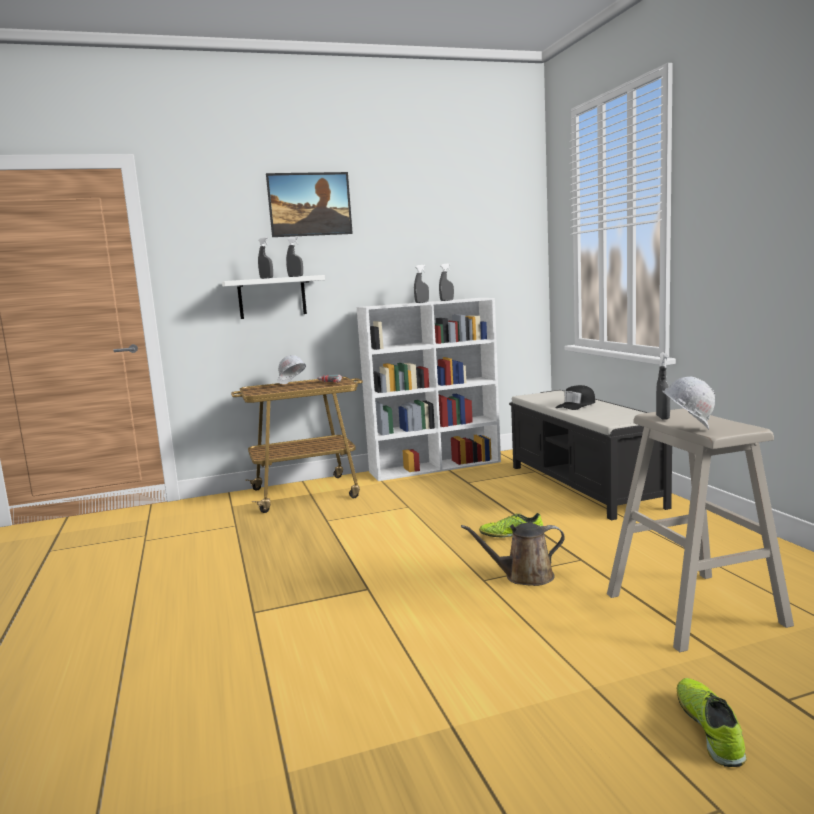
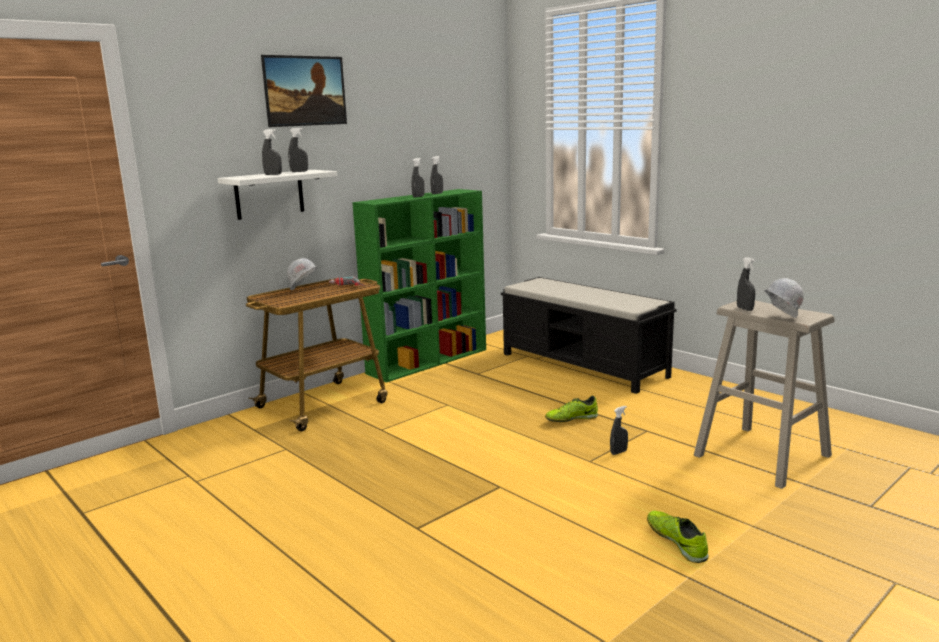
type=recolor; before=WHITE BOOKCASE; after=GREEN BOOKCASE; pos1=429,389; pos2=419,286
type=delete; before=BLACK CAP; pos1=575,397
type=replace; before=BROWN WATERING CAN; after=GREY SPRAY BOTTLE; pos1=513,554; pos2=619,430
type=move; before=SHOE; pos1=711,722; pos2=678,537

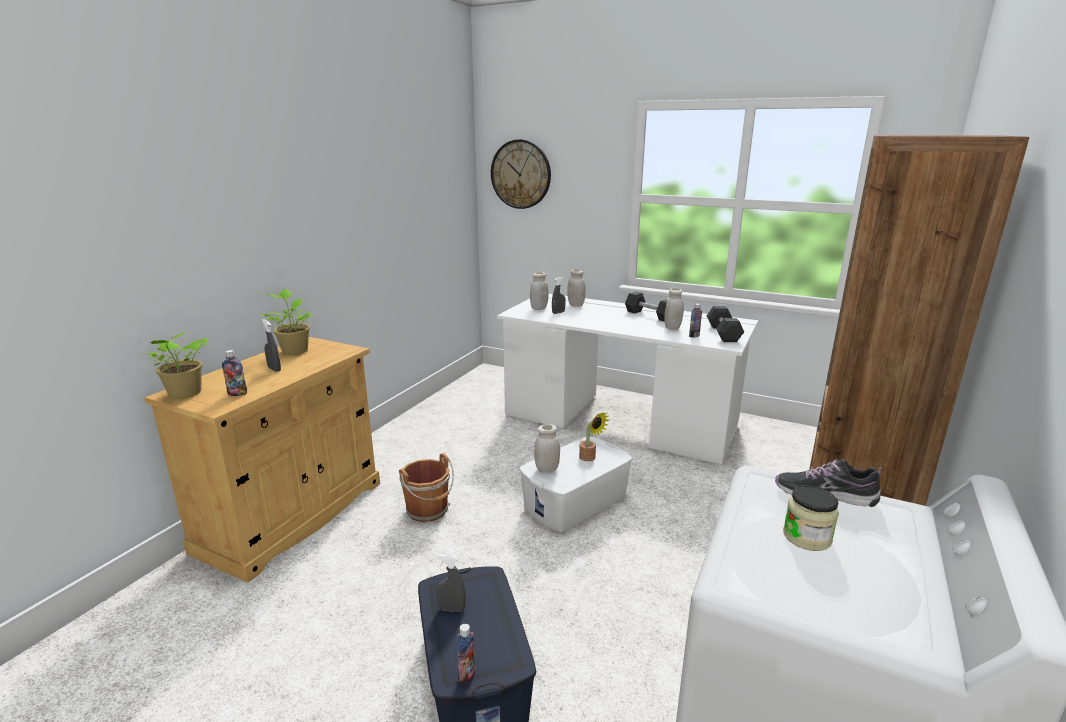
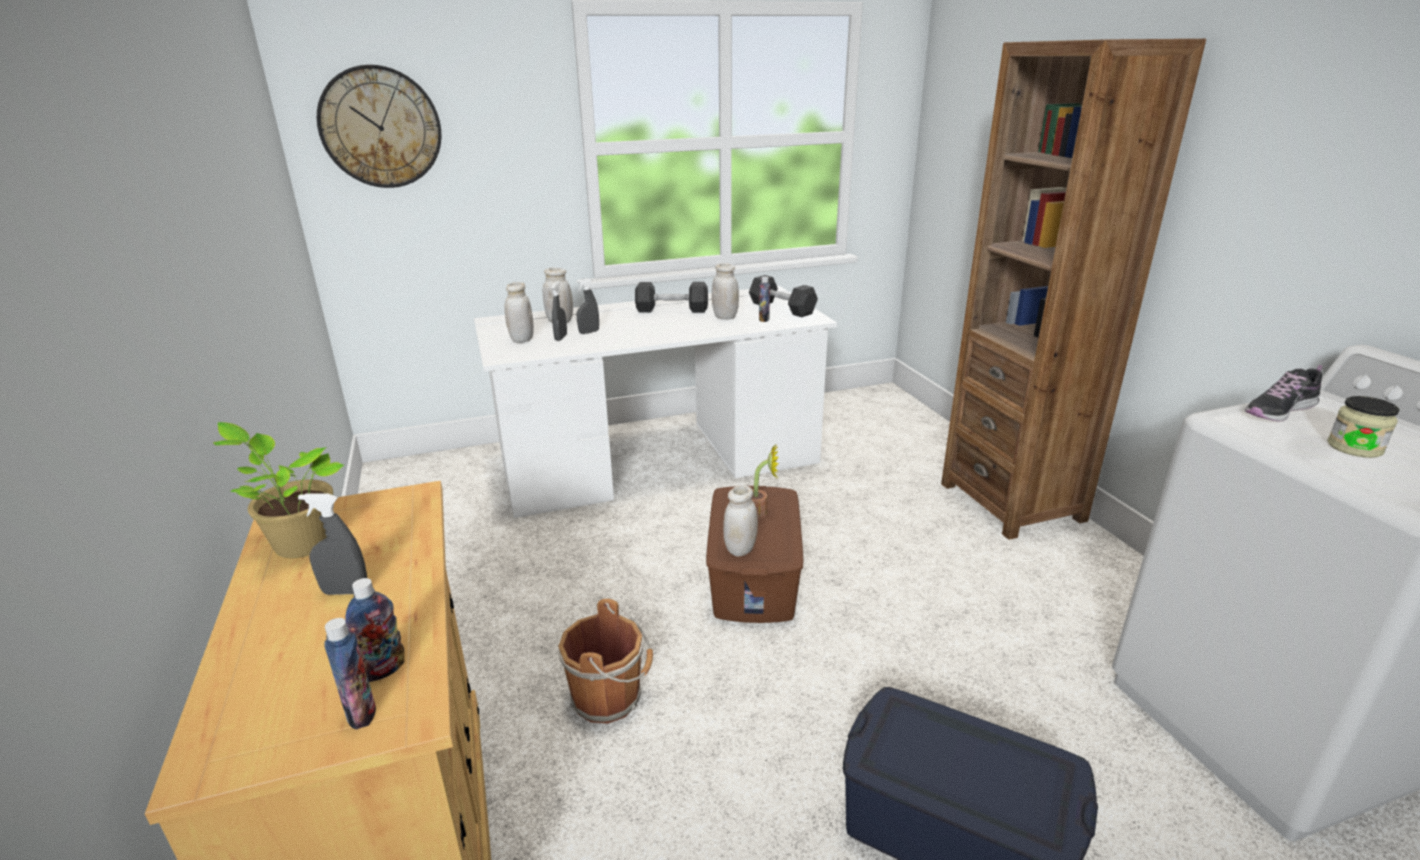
type=delete; before=POTTED PLANT; pos1=177,365
type=recolor; before=WHITE STORAGE BOX; after=BROWN STORAGE BOX; pos1=576,484; pos2=754,554
type=move; before=GREY SPRAY BOTTLE; pos1=451,583; pos2=587,306
type=move; before=BOTTLE; pos1=466,654; pos2=350,674

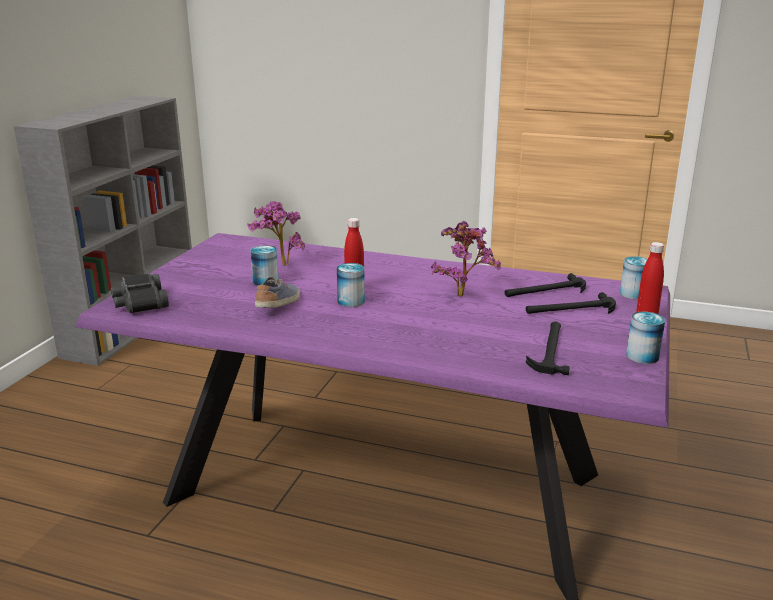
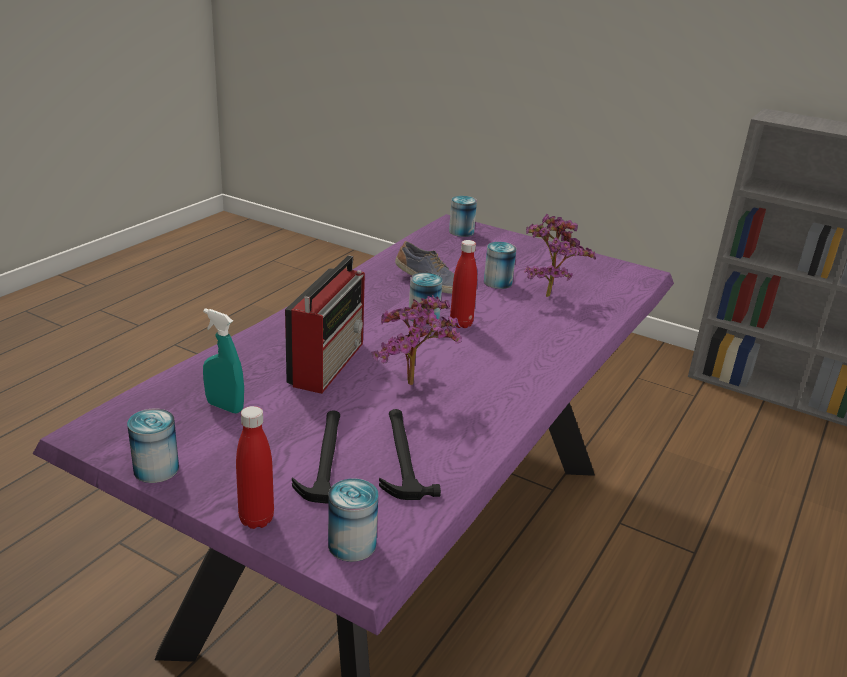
type=replace; before=BLACK BINOCULARS; after=CAN; pos1=140,293; pos2=463,216
type=replace; before=HAMMER; after=TURQUOISE SPRAY BOTTLE; pos1=548,348; pos2=223,360
type=insert; after=RADIO; pos2=325,325

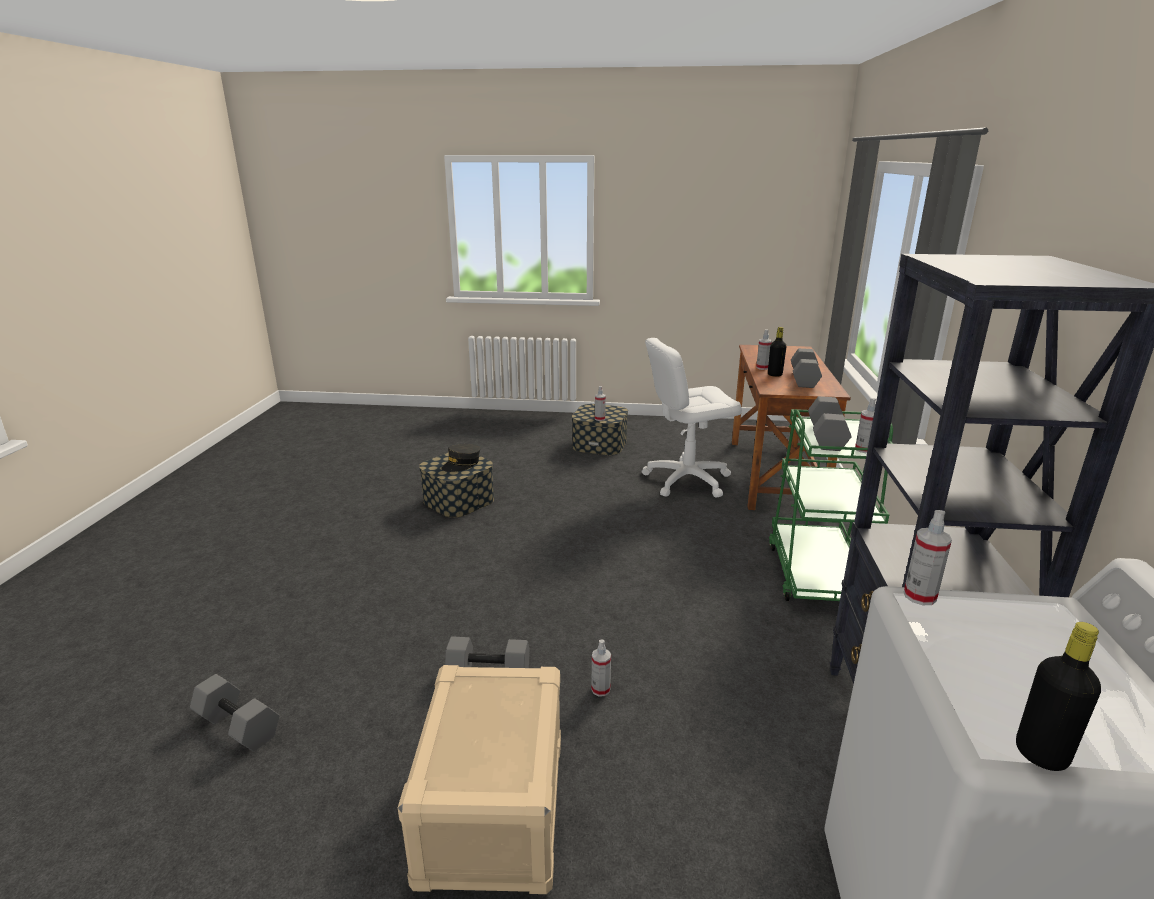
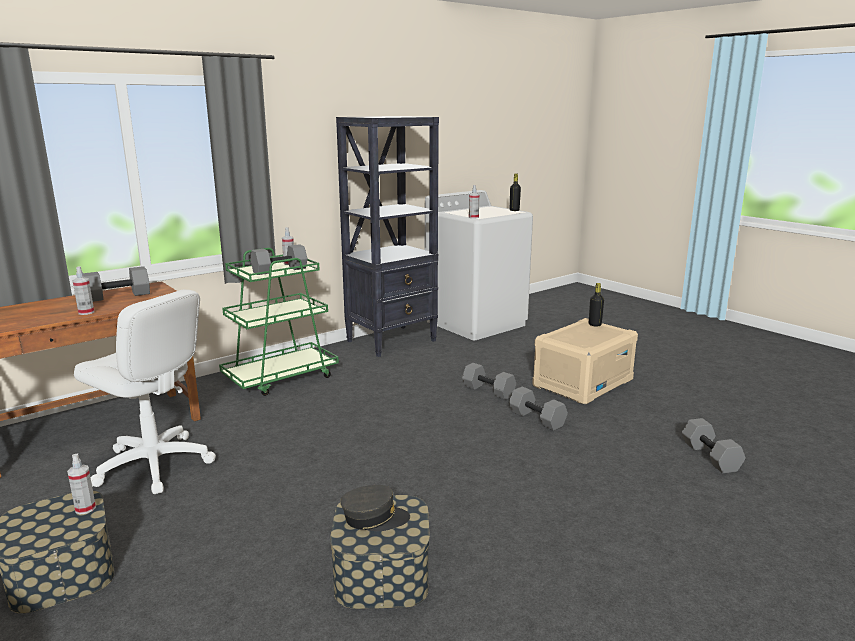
type=move; before=BLACK BOTTLE; pos1=777,352; pos2=596,305
type=replace; before=SPRAY BOTTLE; after=GREY DUMBBELL; pos1=601,668; pos2=489,381

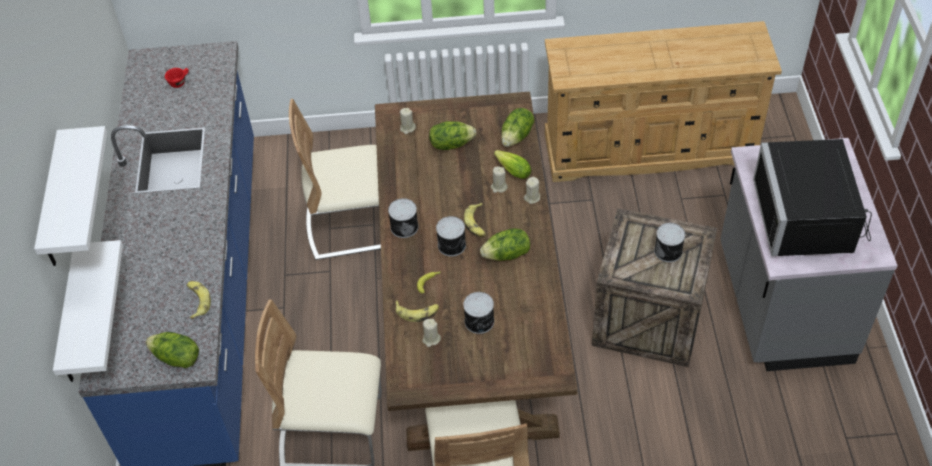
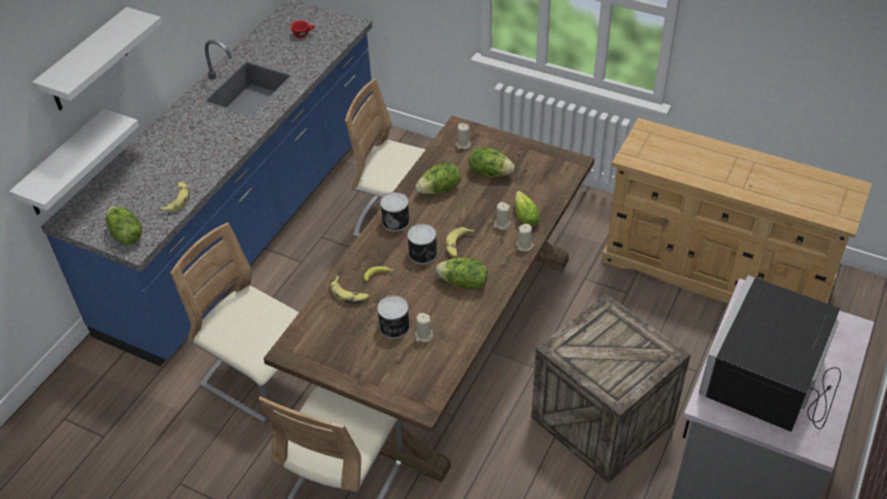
type=move; before=LETTUCE; pos1=517,127; pos2=438,178
type=delete; before=CAN; pos1=669,242
type=move; before=BEIGE CANDLE; pos1=431,333; pos2=424,328

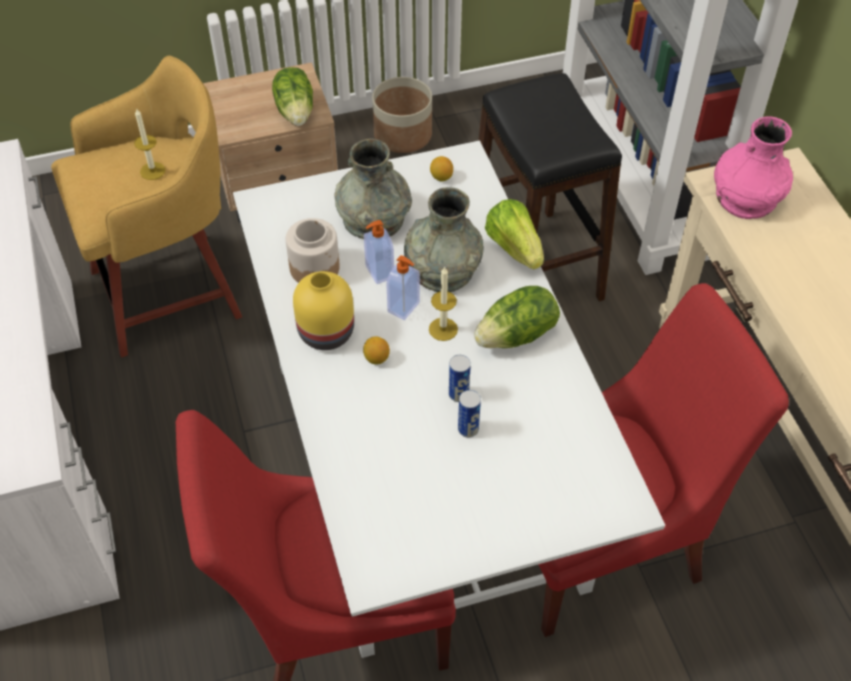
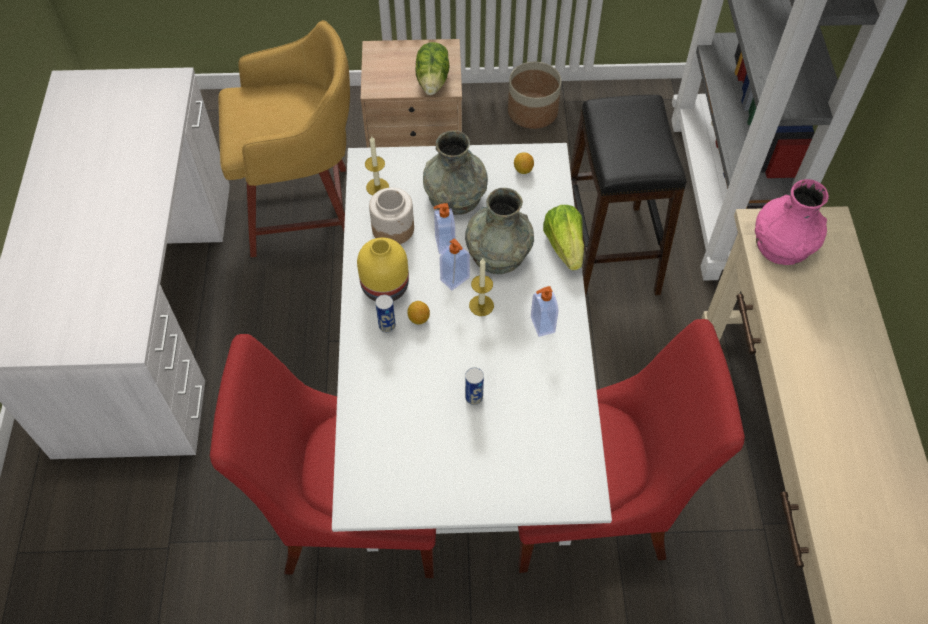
type=move; before=CANDLE; pos1=150,144; pos2=377,166
type=replace; before=LETTUCE; after=SOAP DISPENSER; pos1=517,317; pos2=544,311
type=move; before=CAN; pos1=460,378; pos2=385,313

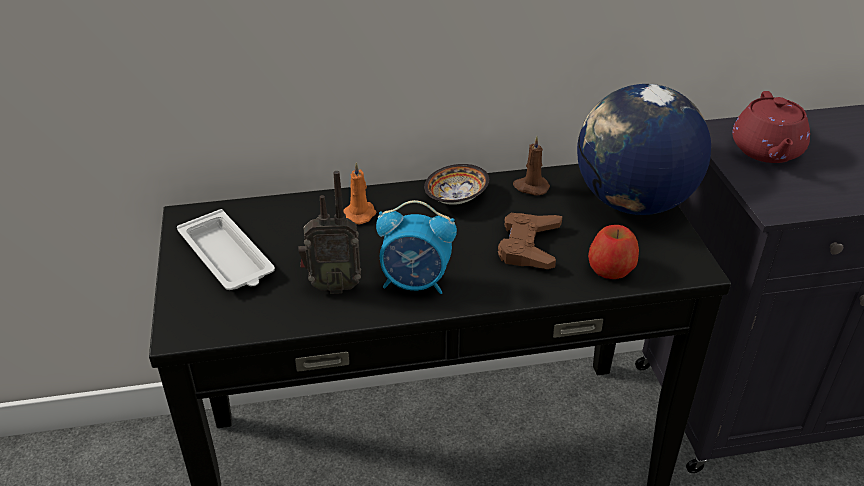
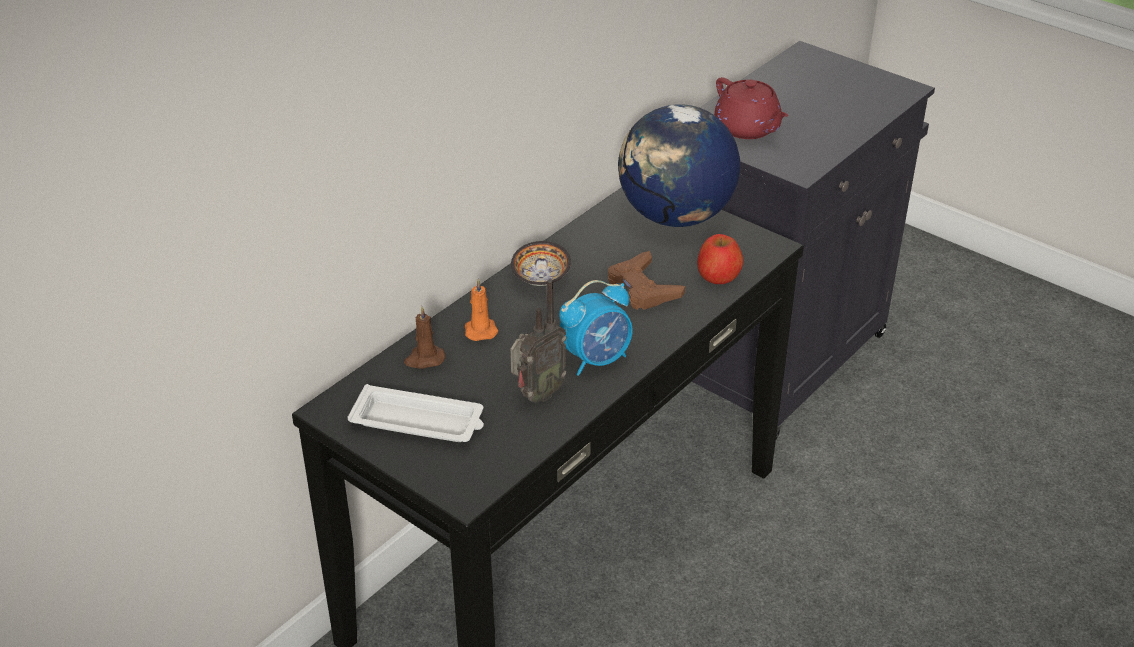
type=move; before=BROWN CANDLE; pos1=531,165; pos2=424,337

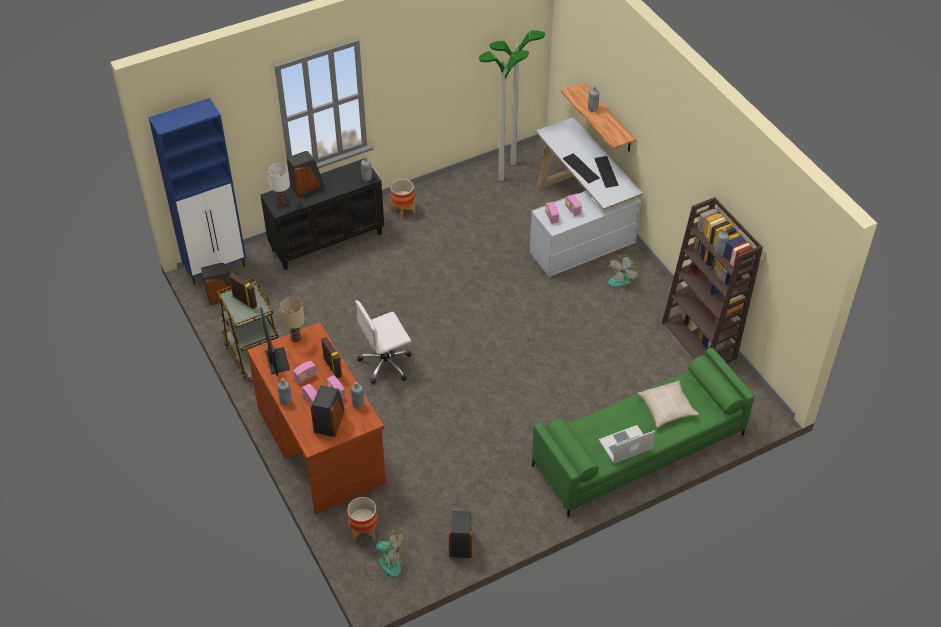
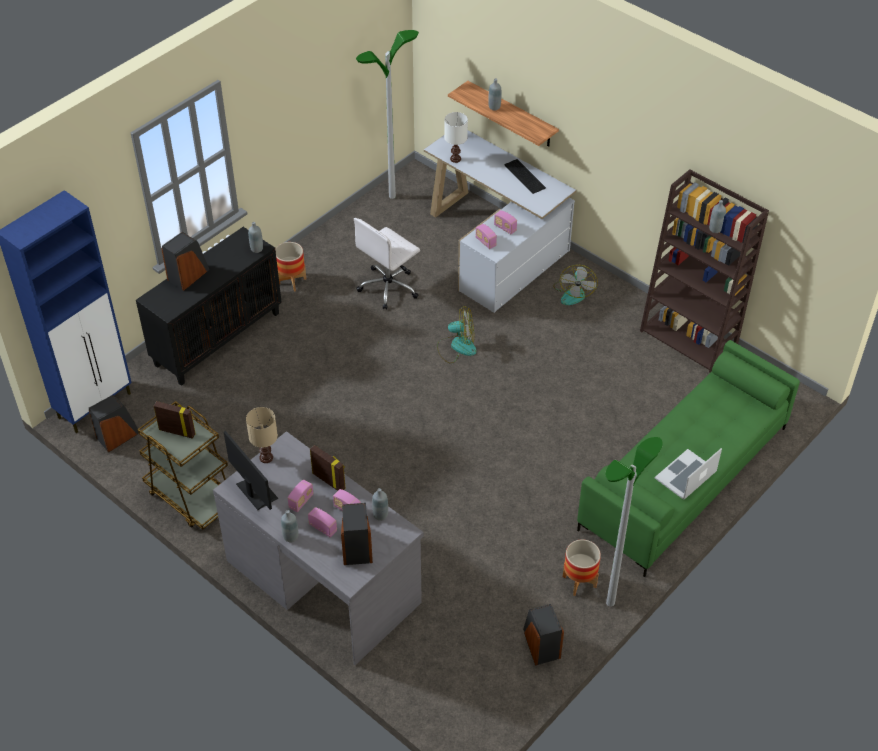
type=move; before=FLOOR LAMP; pos1=504,115; pos2=634,522
type=delete; before=KEYBOARD; pos1=581,168
type=move; before=WHITE TABLE LAMP; pos1=278,184; pos2=456,137
type=move; before=WHITE OFFICE CHAIR; pos1=383,342; pos2=387,264
type=recolor; before=BROWN DESK; after=GREY DESK; pos1=316,418; pos2=318,548
type=delete; before=BEIGE PILLOW; pos1=668,404
type=move; before=PLANTER; pos1=362,519; pos2=582,568
type=move; before=FAN; pos1=384,554; pos2=457,334

